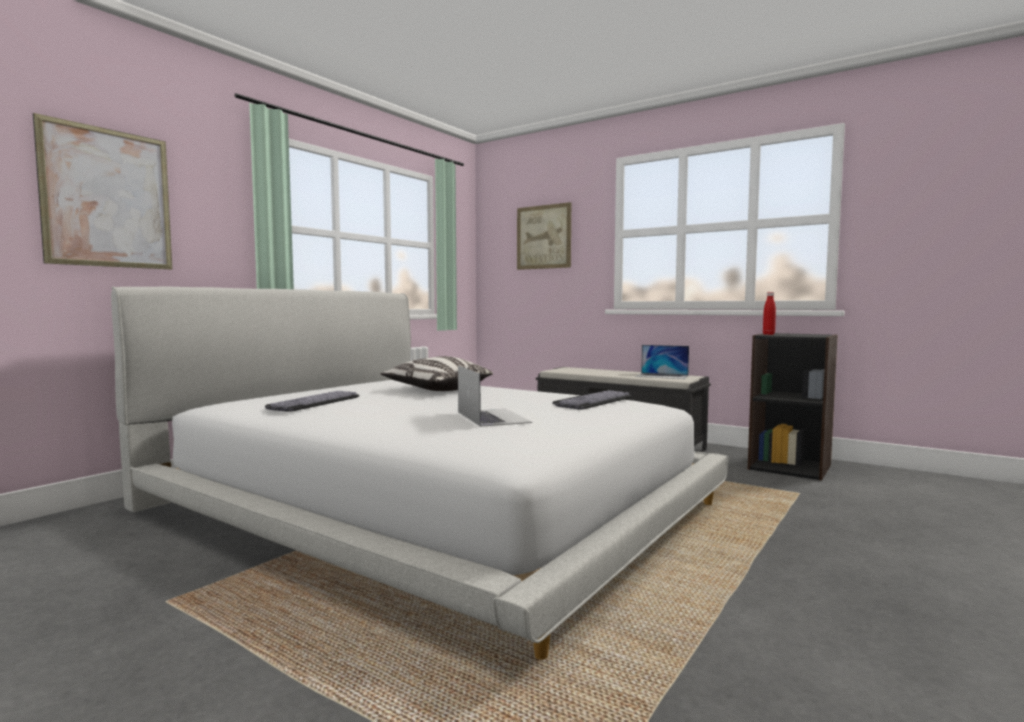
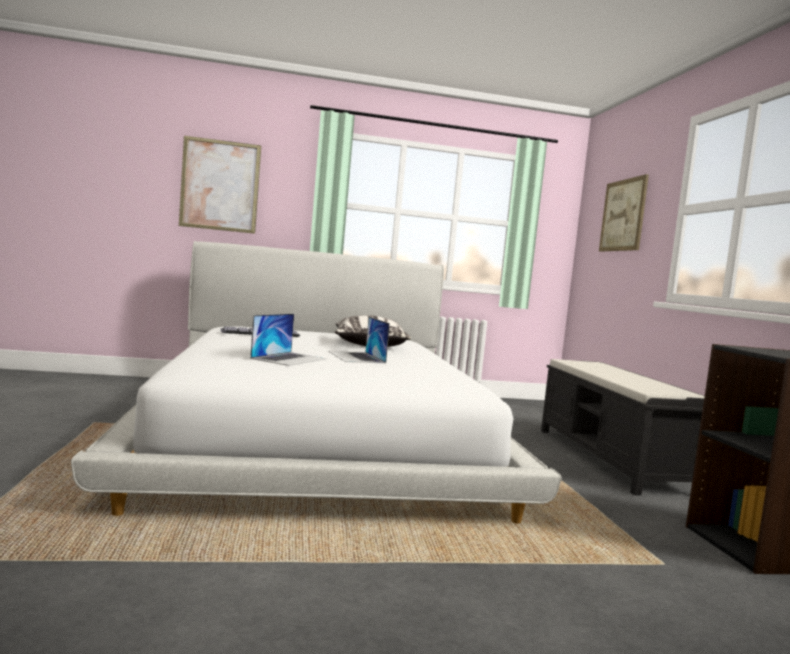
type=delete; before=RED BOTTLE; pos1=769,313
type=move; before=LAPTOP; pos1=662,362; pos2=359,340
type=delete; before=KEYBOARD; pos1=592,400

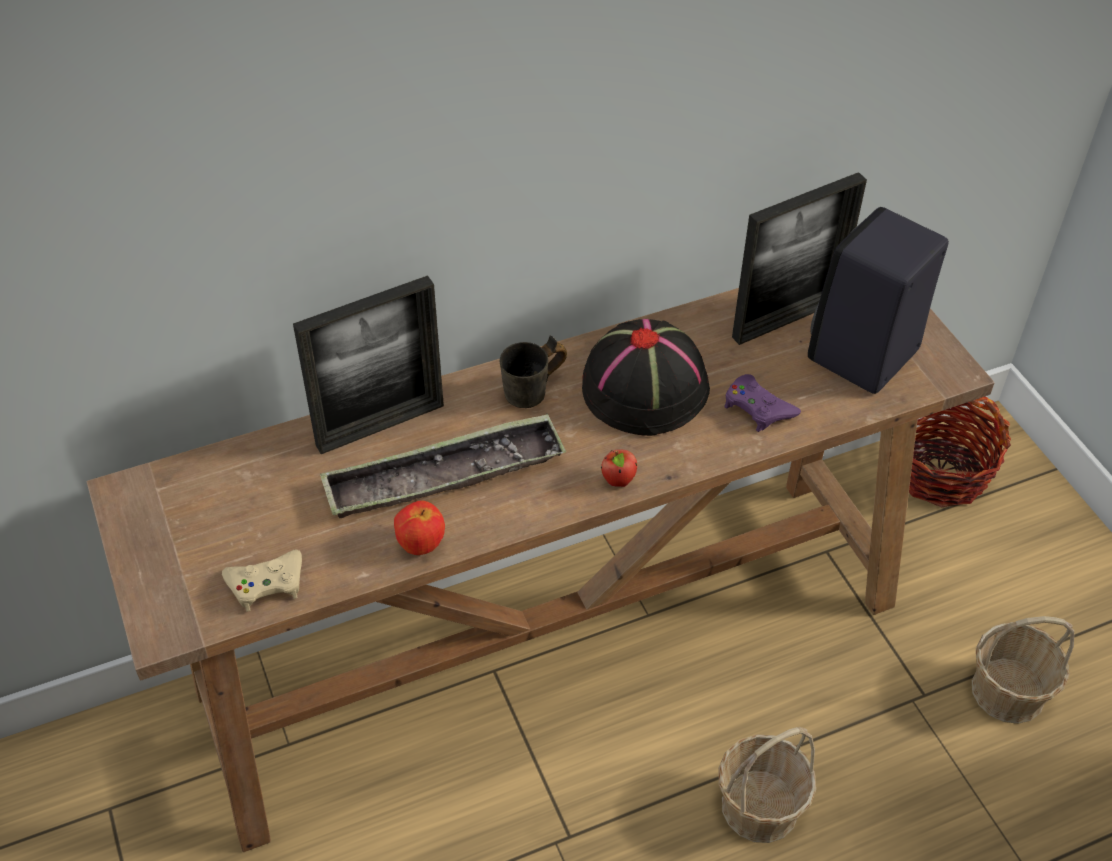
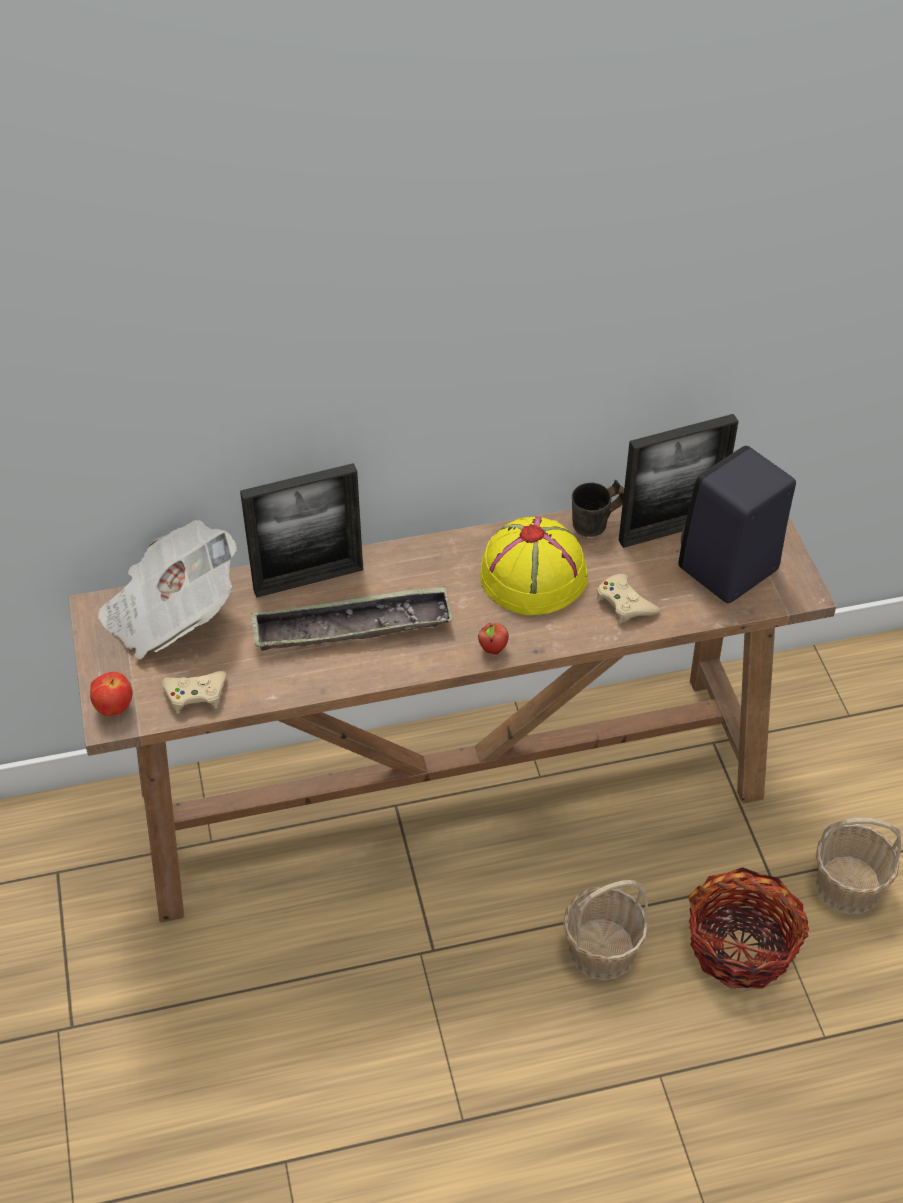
type=recolor; before=BLACK HAT; after=YELLOW HAT; pos1=646,377; pos2=534,566
type=move; before=GREY MUG; pos1=533,371; pos2=598,508
type=recolor; before=PURPLE GAME CONTROLLER; after=BEIGE GAME CONTROLLER; pos1=762,403; pos2=628,598
type=move; before=BASKET; pos1=960,451; pos2=748,928
type=move; before=APPLE; pos1=419,527; pos2=111,694
type=insert; after=NEWSPAPER; pos2=167,589

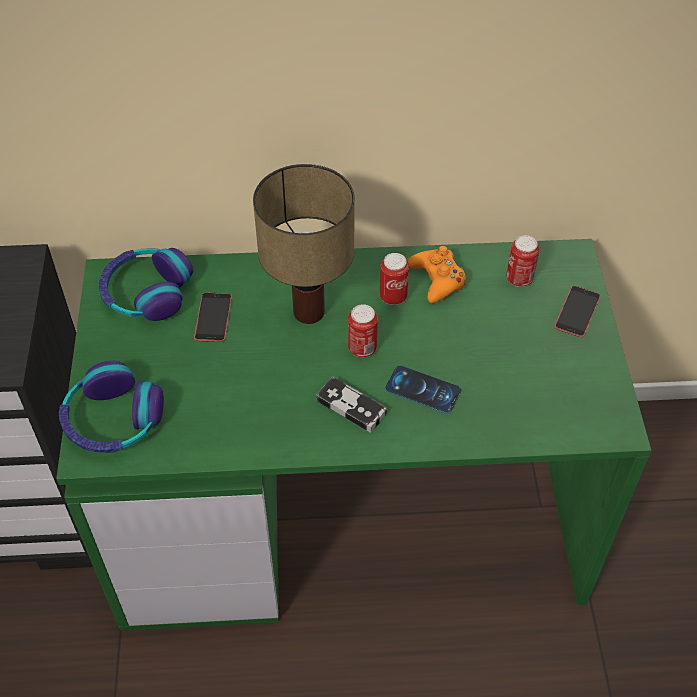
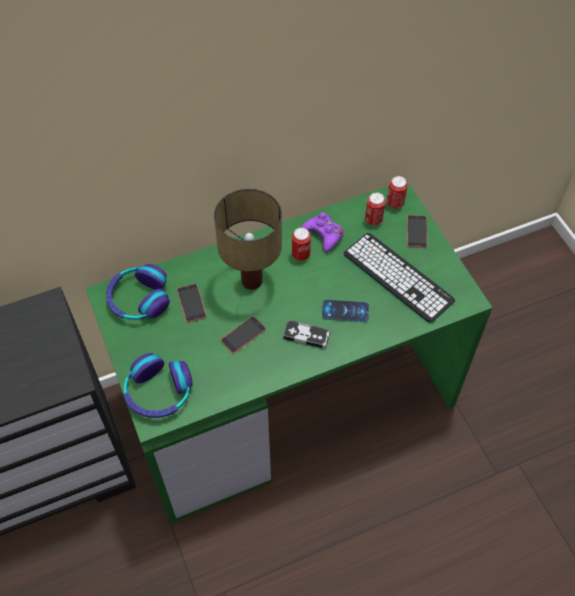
type=recolor; before=ORANGE GAME CONTROLLER; after=PURPLE GAME CONTROLLER; pos1=437,274; pos2=322,232
type=move; before=CAN; pos1=363,330; pos2=397,192
type=insert; after=KEYBOARD; pos2=399,278
type=insert; after=PHONE; pos2=243,335

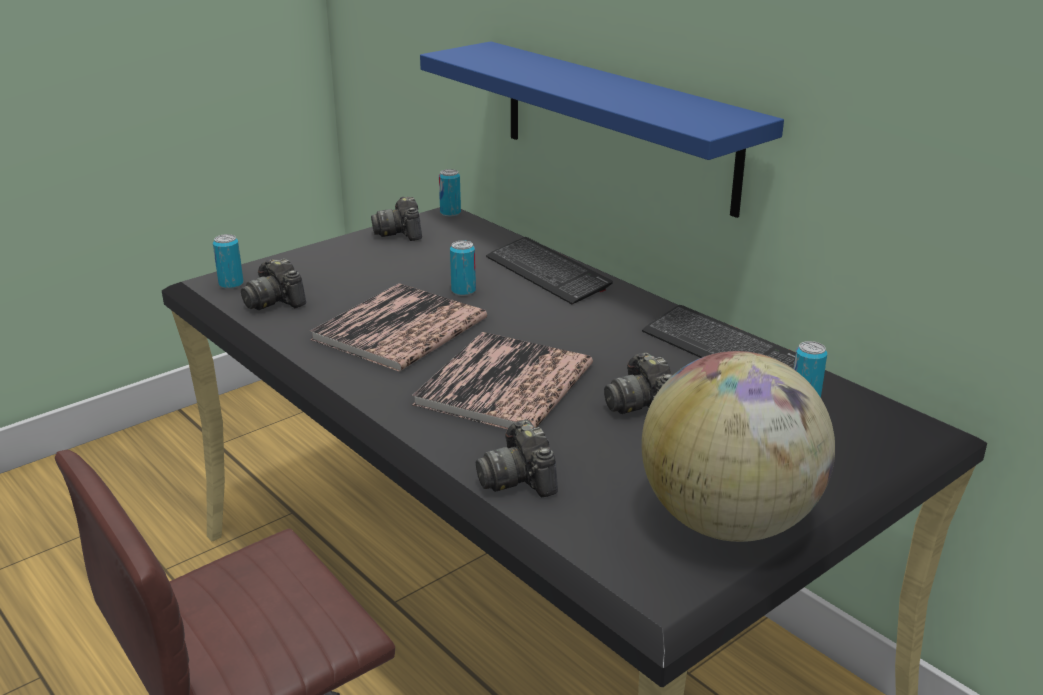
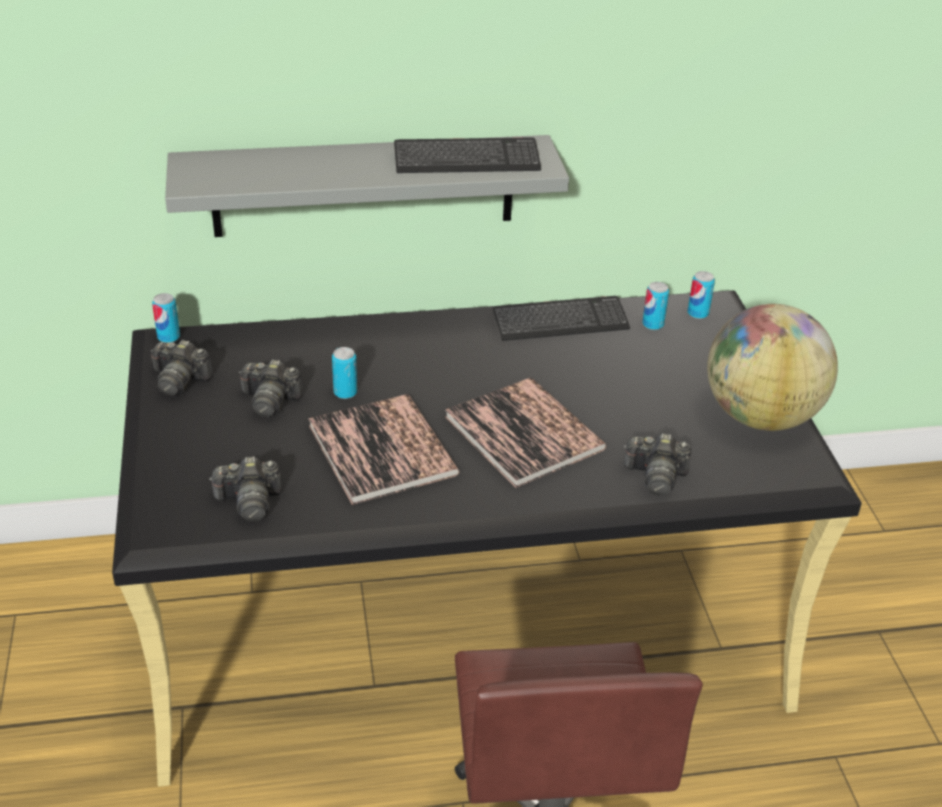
type=recolor; before=BLUE SHELF; after=GREY SHELF; pos1=602,129; pos2=367,186
type=move; before=CAN; pos1=228,261; pos2=701,295
type=move; before=KEYBOARD; pos1=549,270; pos2=467,155
type=move; before=PHOTO CAMERA; pos1=638,383; pos2=271,388

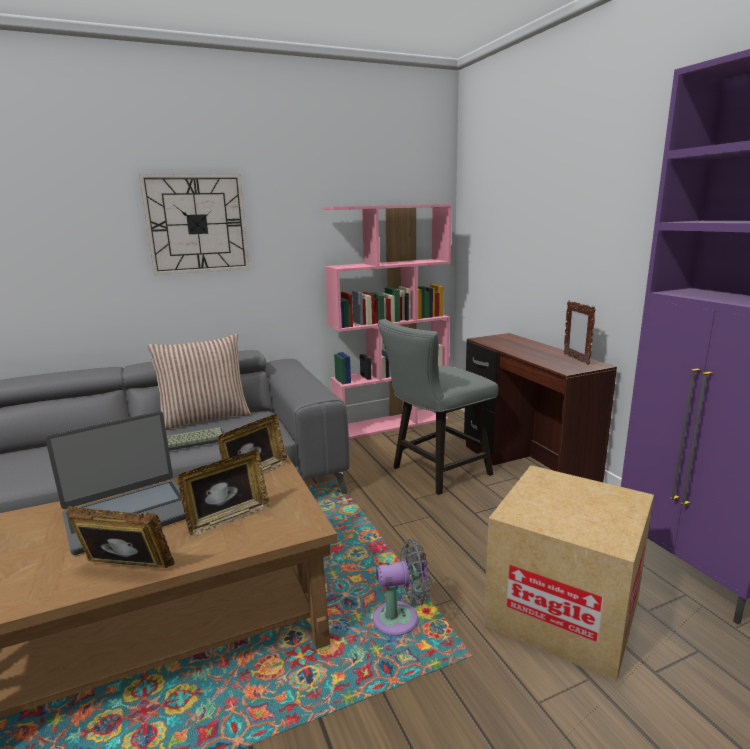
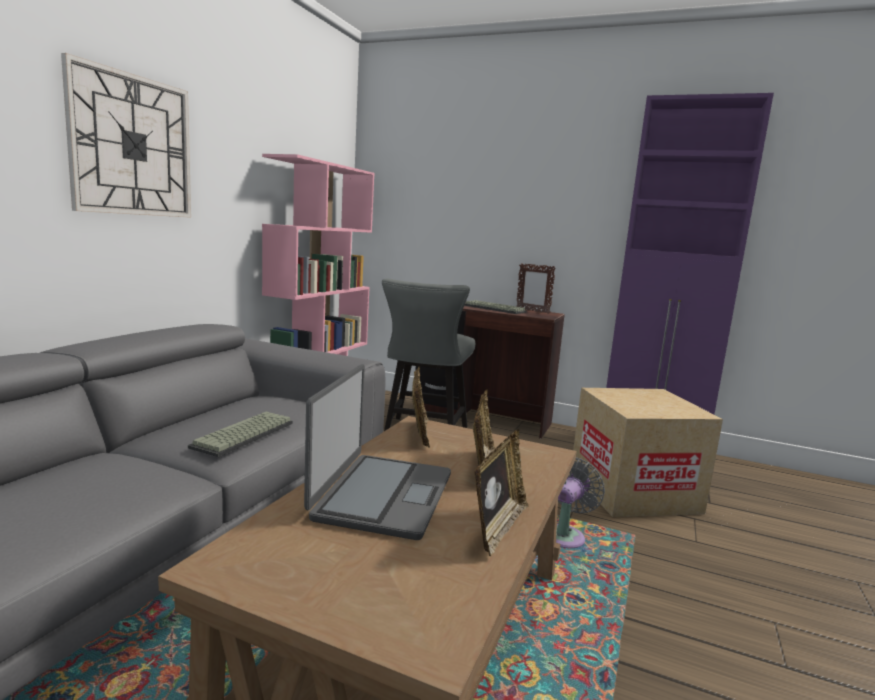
type=delete; before=PILLOW; pos1=199,382
type=rotate; before=PICTURE FRAME; pos1=121,537; pos2=501,492; turn=150
type=insert; after=KEYBOARD; pos2=495,307

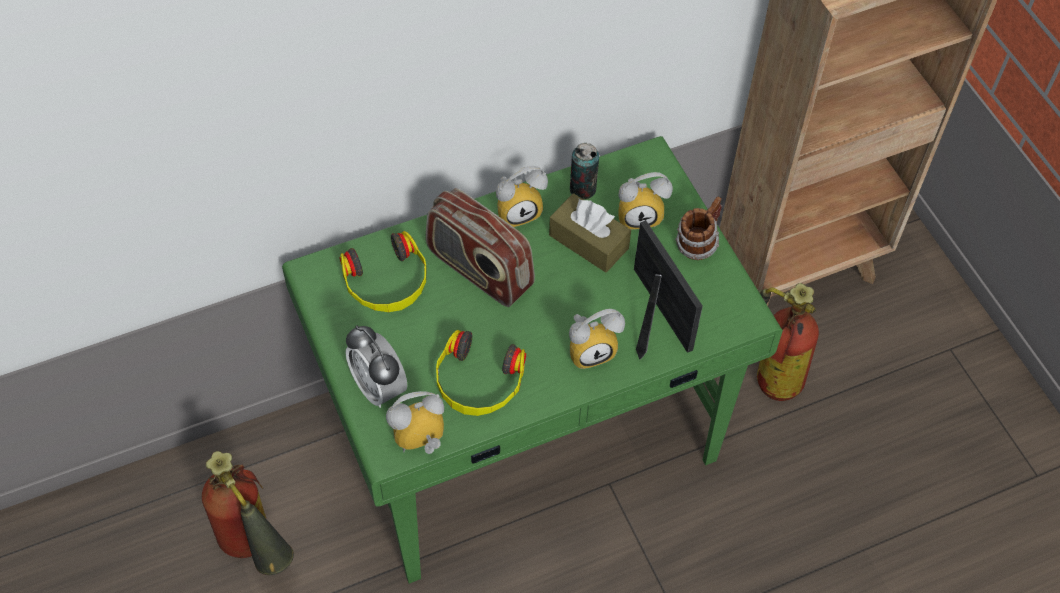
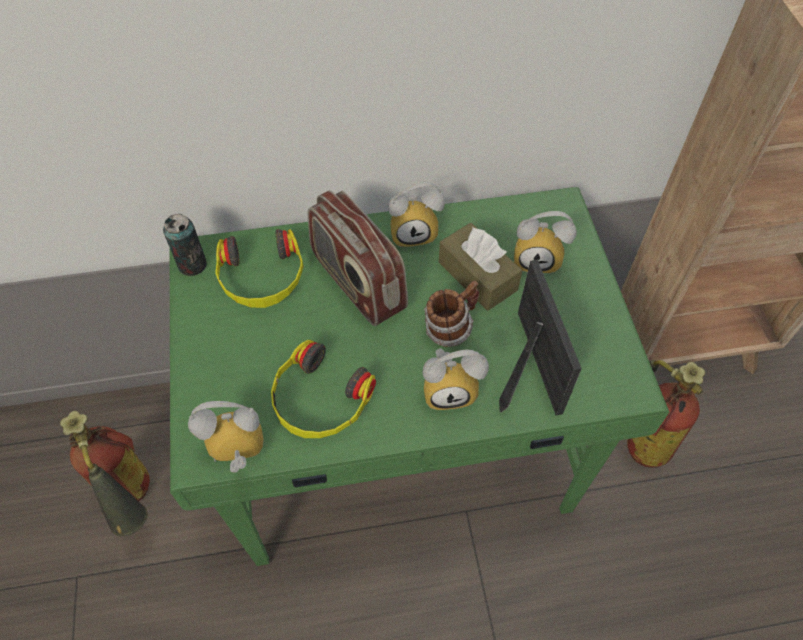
type=move; before=CAN; pos1=584,171; pos2=185,245
type=move; before=MUG; pos1=698,228; pos2=451,314
type=delete; before=ALARM CLOCK; pos1=376,366

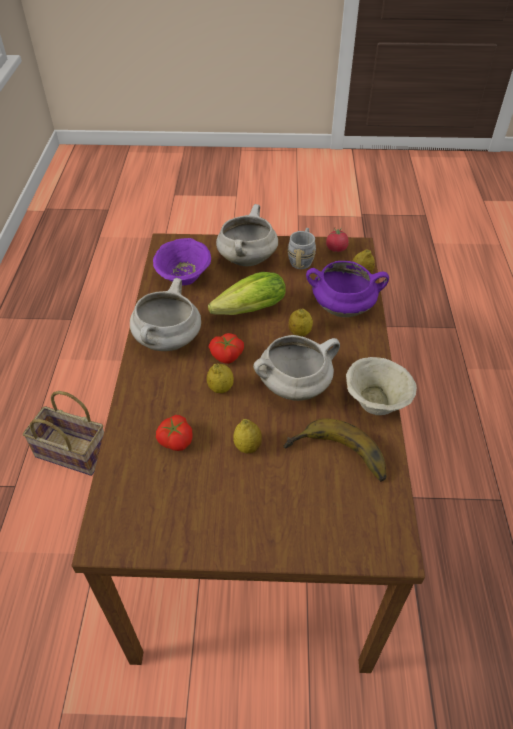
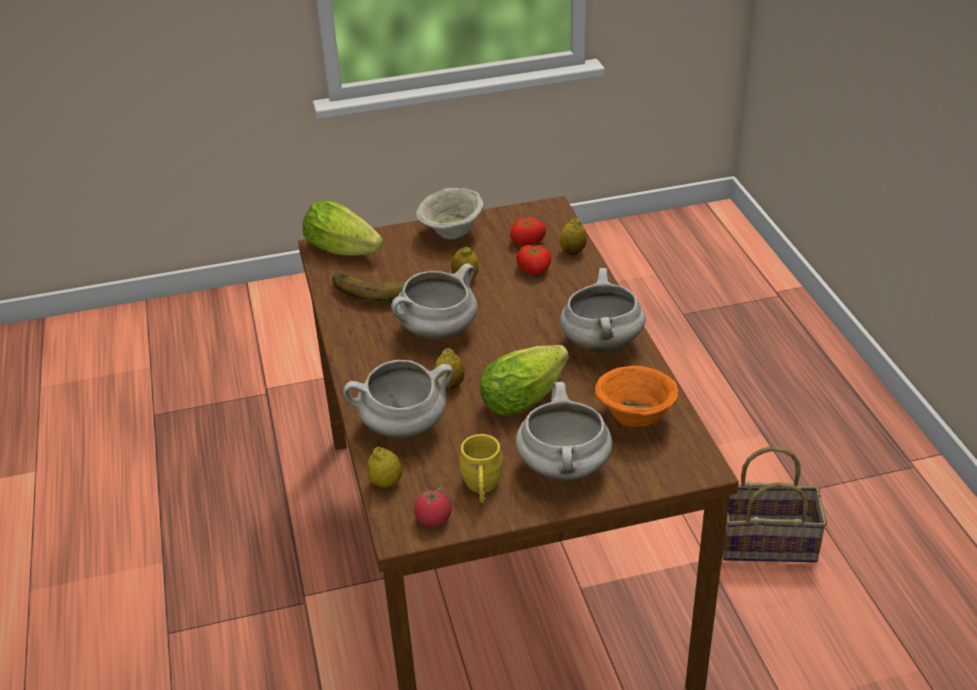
type=recolor; before=GREY MUG; after=YELLOW MUG; pos1=302,248; pos2=481,468
type=recolor; before=PURPLE BOWL; after=ORANGE BOWL; pos1=182,261; pos2=636,396
type=recolor; before=PURPLE COOKING POT; after=WHITE COOKING POT; pos1=347,289; pos2=398,399
type=move; before=TOMATO; pos1=226,348; pos2=528,231
type=move; before=BEIGE BOWL; pos1=381,386; pos2=450,213
type=move; before=LEMON; pos1=220,378; pos2=573,236
type=insert; after=LETTUCE; pos2=343,228

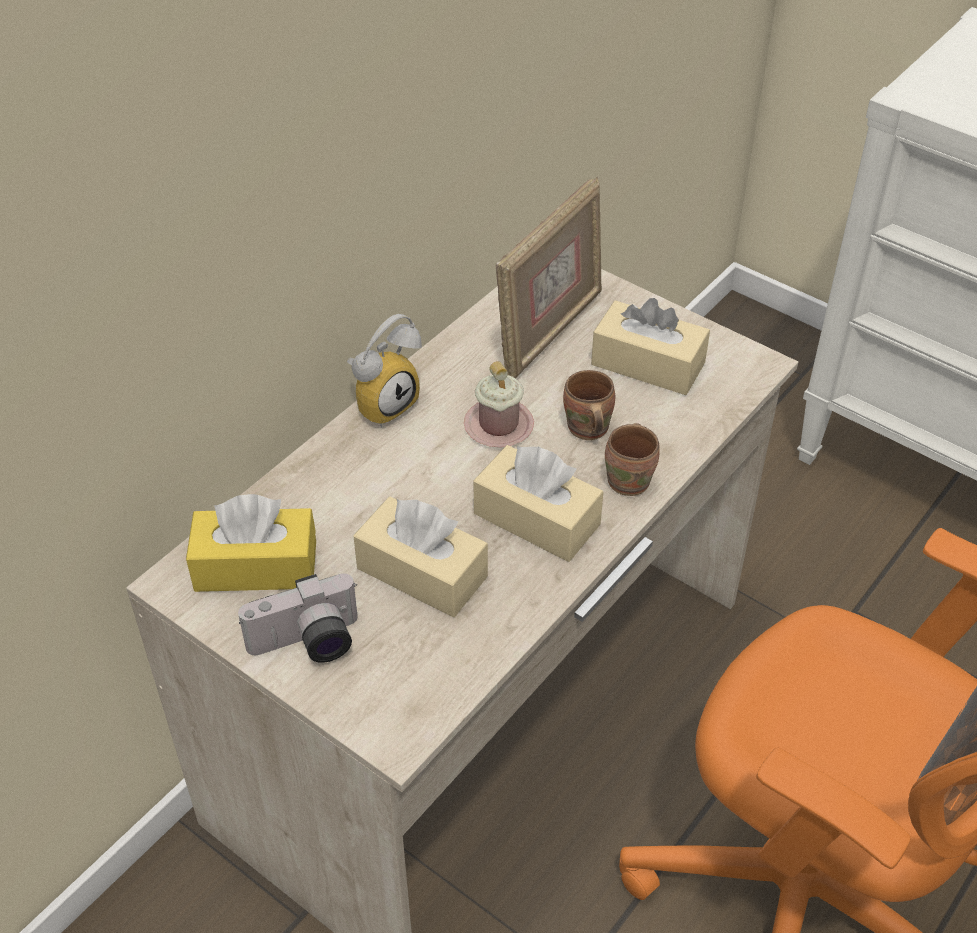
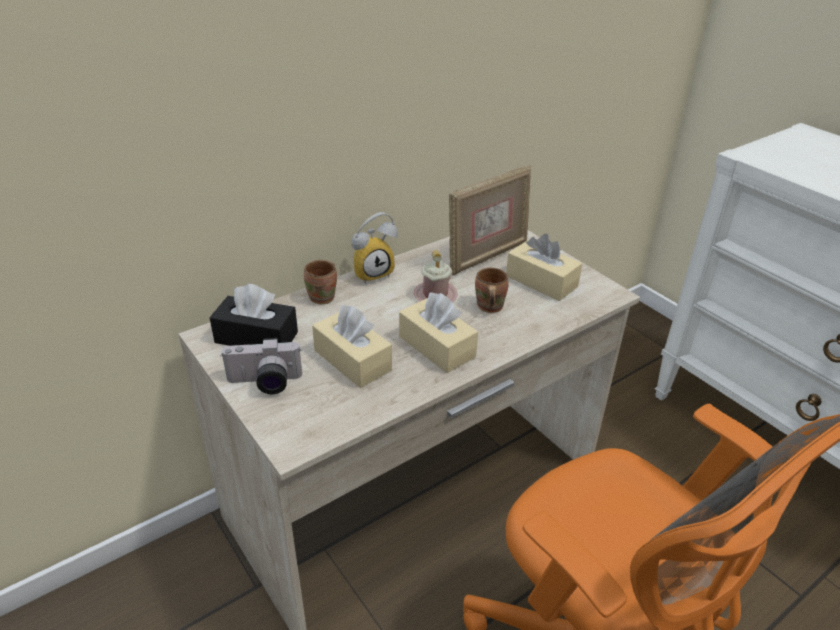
type=move; before=BROWN MUG; pos1=632,459; pos2=320,282
type=recolor; before=YELLOW TISSUE BOX; after=BLACK TISSUE BOX; pos1=251,543; pos2=254,315

